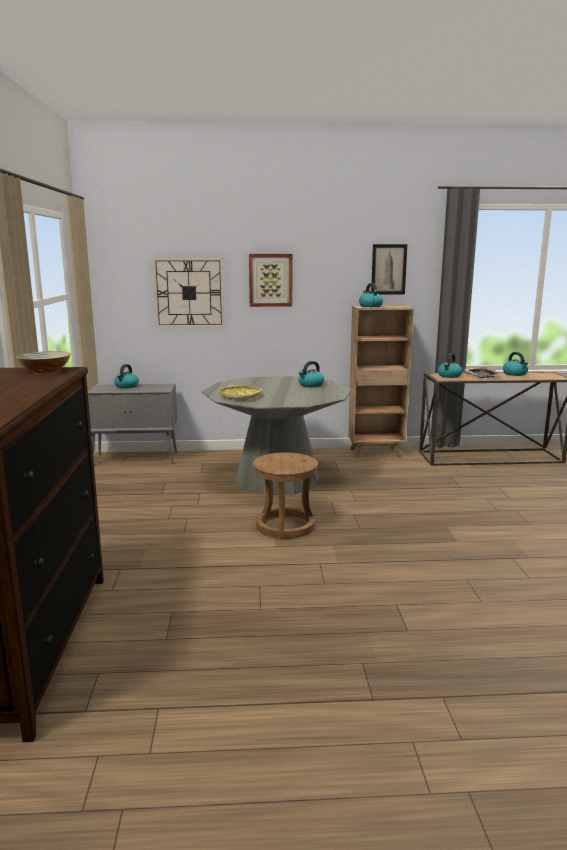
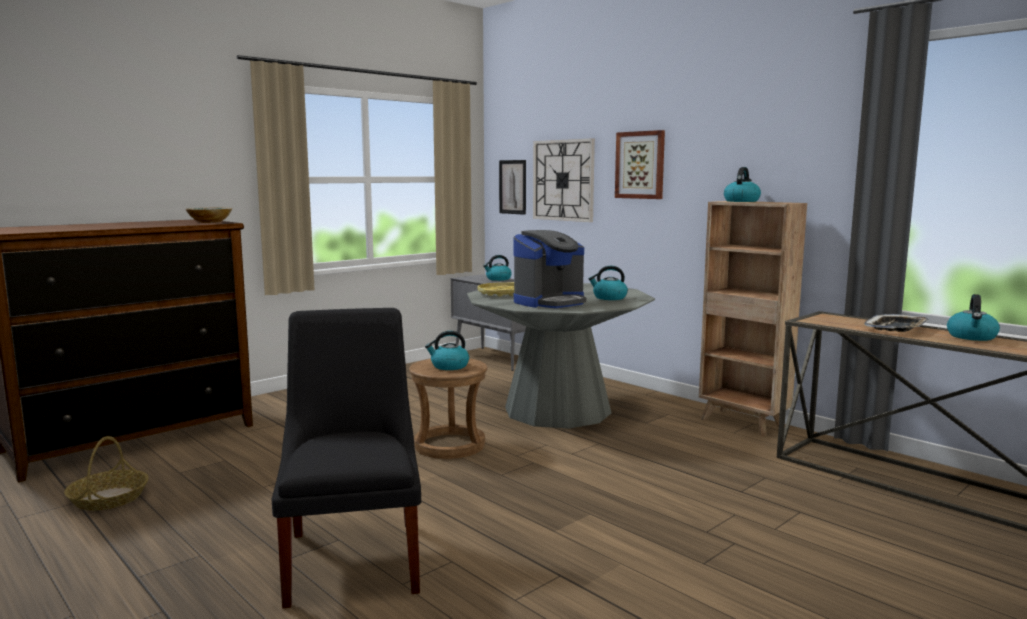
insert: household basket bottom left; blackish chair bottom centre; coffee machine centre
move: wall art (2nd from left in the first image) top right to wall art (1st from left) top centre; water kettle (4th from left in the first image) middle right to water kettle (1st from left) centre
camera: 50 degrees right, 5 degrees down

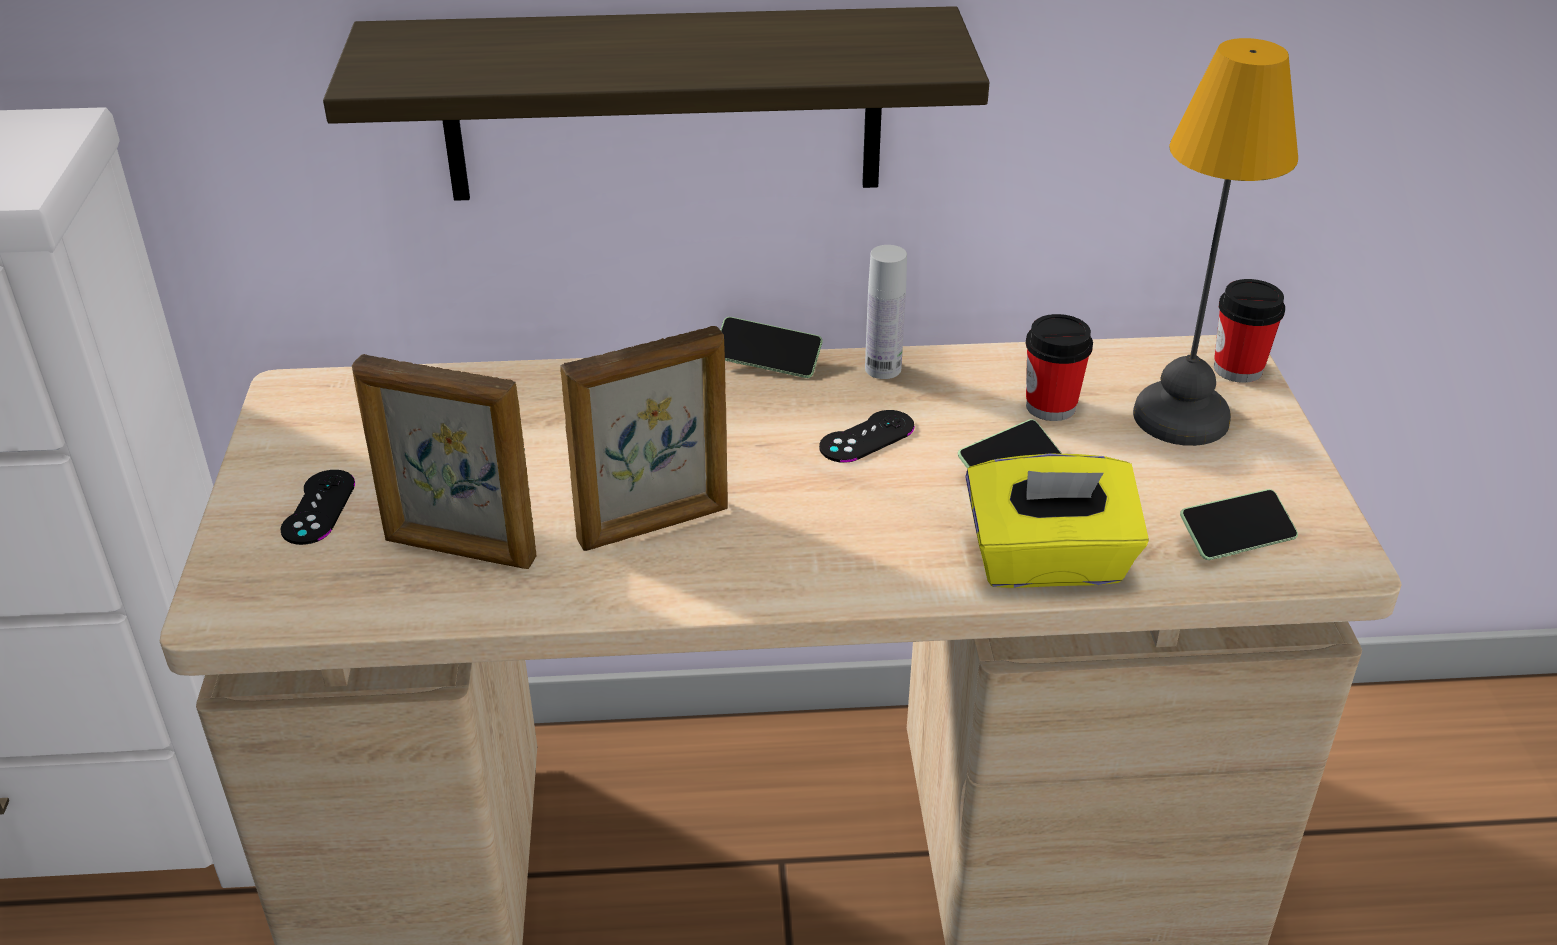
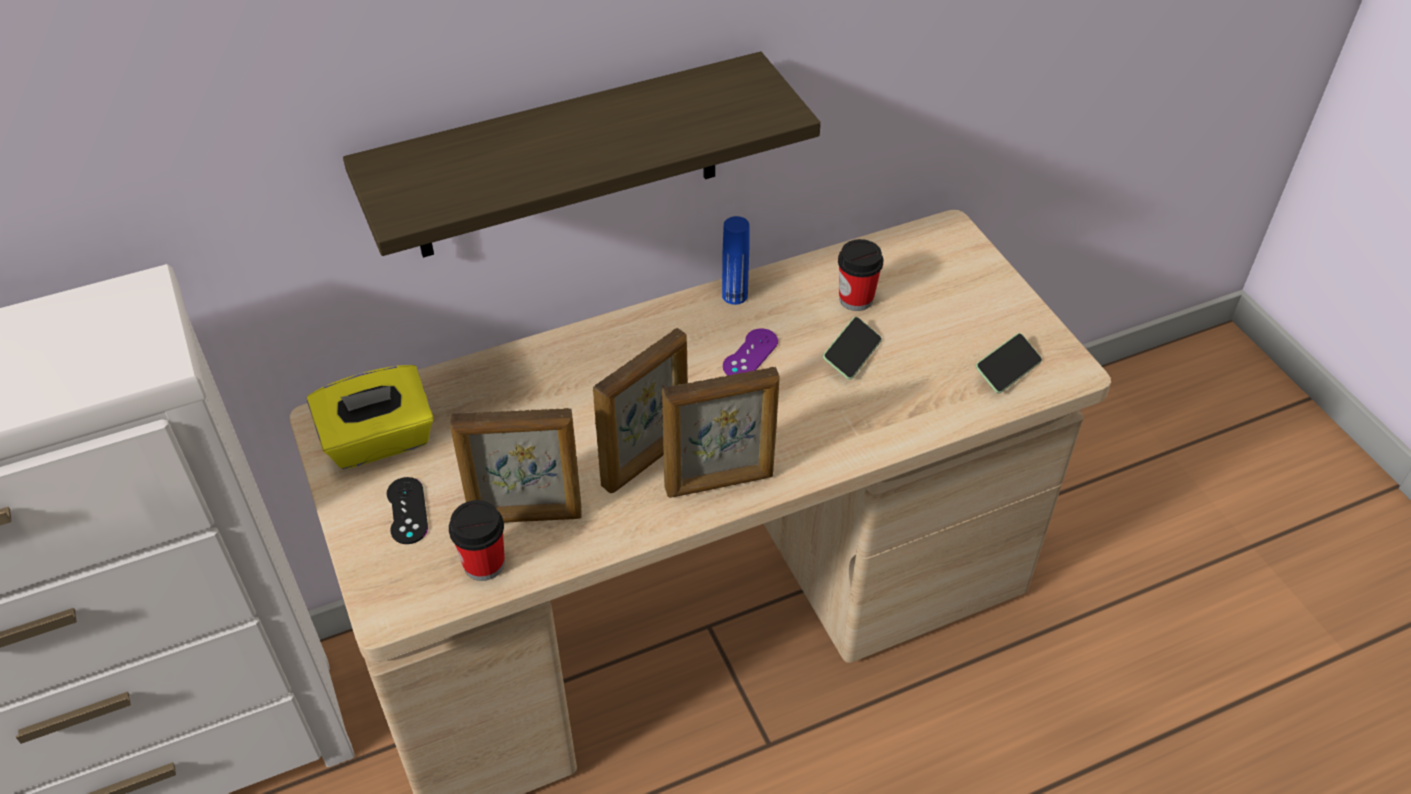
delete: handset (1st from left) centre; lamp for a table top right
insert: photo frame (3rd from left) centre
move: yellow tissue box middle right to middle left; small cup (2nd from left in the first image) middle right to small cup (1st from left) bottom centre
recolor: blackish joypad (2nd from left) centre to purple joypad centre; white-coloured drink bottle top centre to blue-coloured drink bottle top centre
camera: 20 degrees left, 10 degrees up

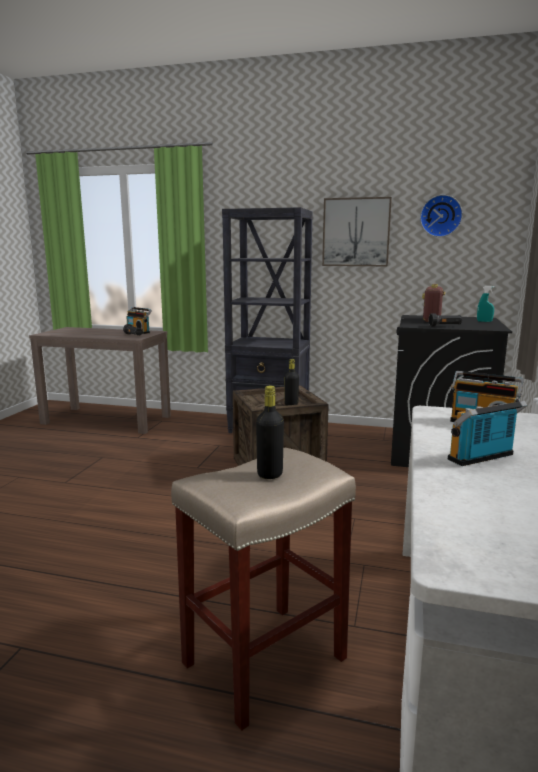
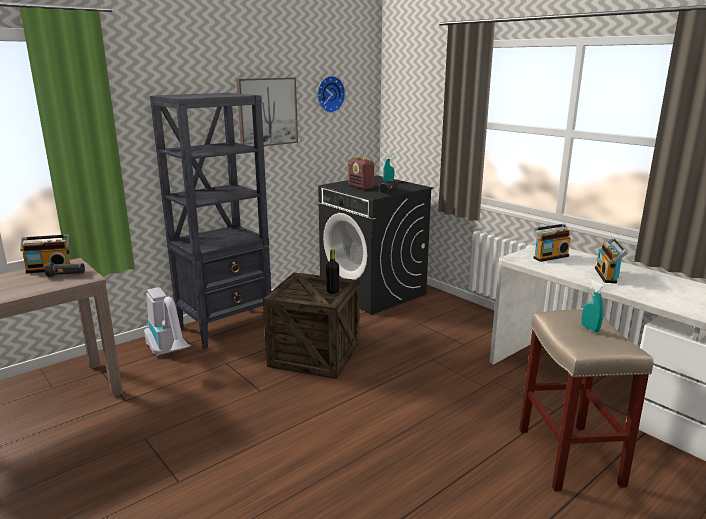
insert: vacuum cleaner middle left
replace: blackish drink bottle (1st from left) centre to turquoise spray bottle (2nd from left) middle right
camera: 55 degrees left, 5 degrees up

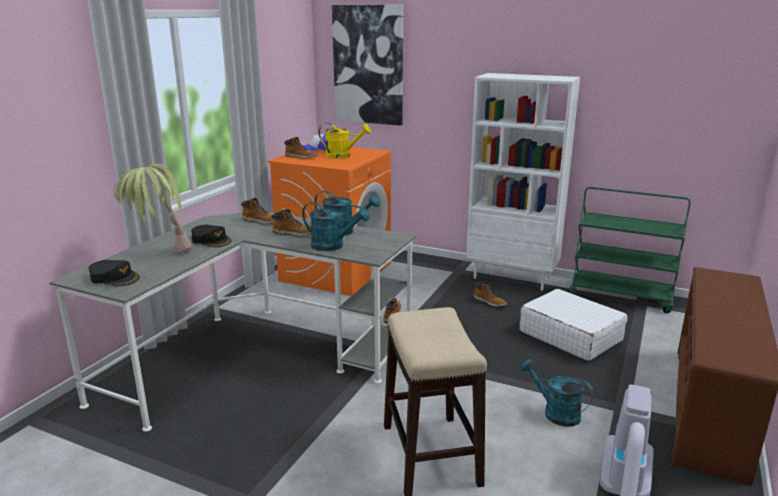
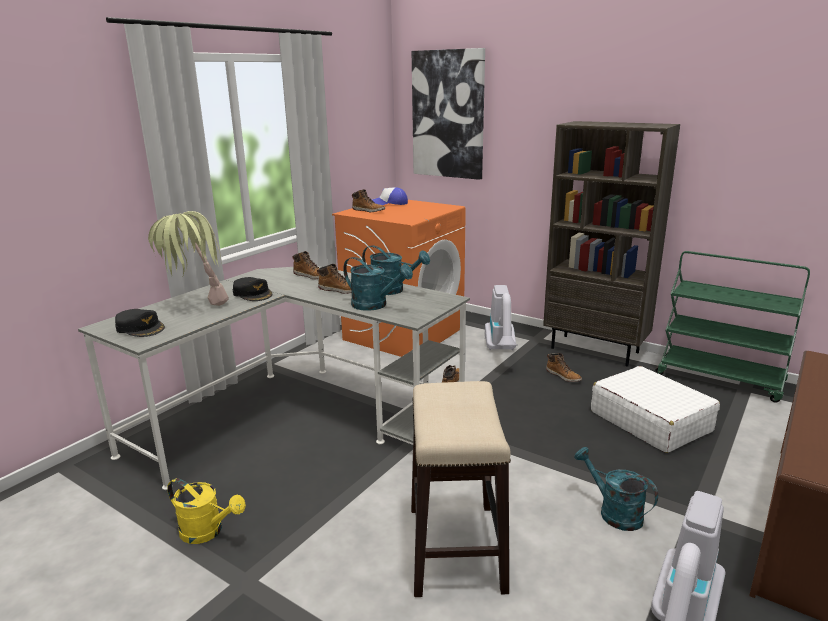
insert: vacuum cleaner (1st from left) centre
move: yellow watering can top centre to bottom left
recolor: white-coloured bookshelf middle right to brown-coloured bookshelf middle right
camera: 10 degrees right, 0 degrees up

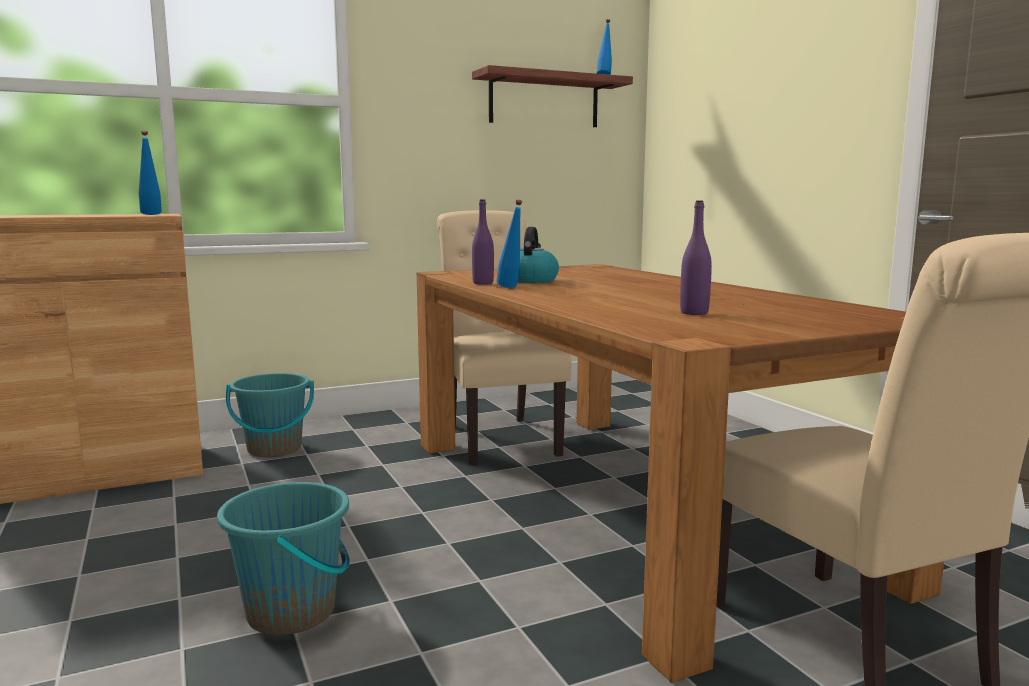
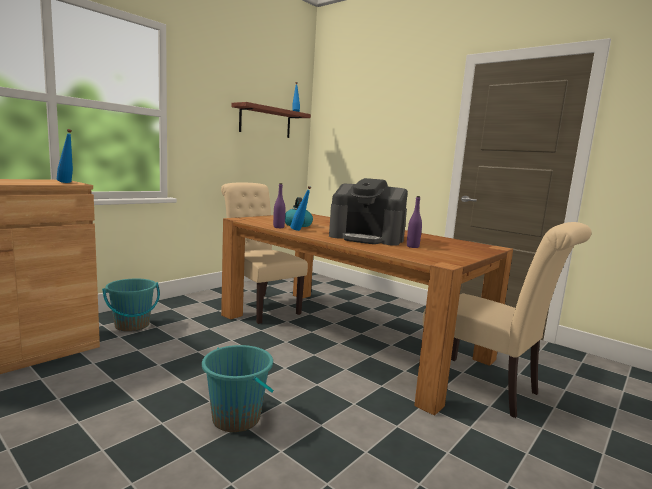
insert: coffee machine centre
camera: 25 degrees left, 0 degrees up

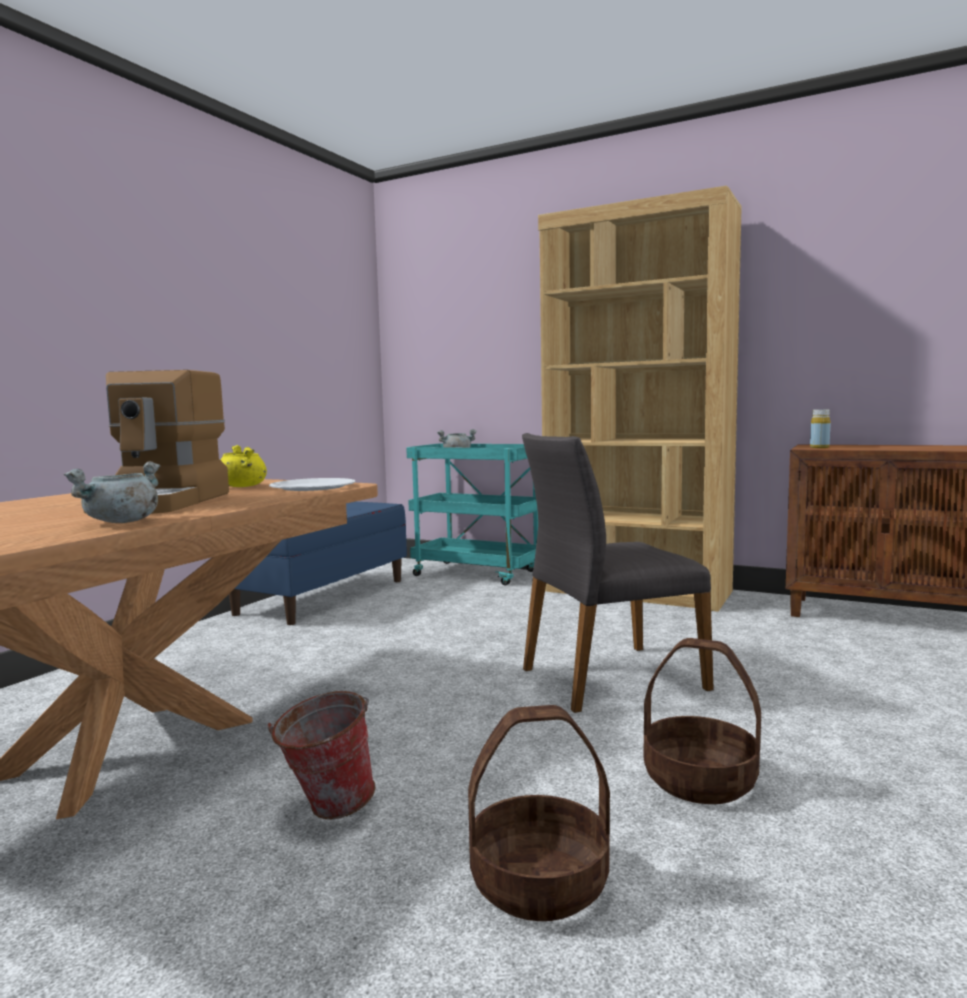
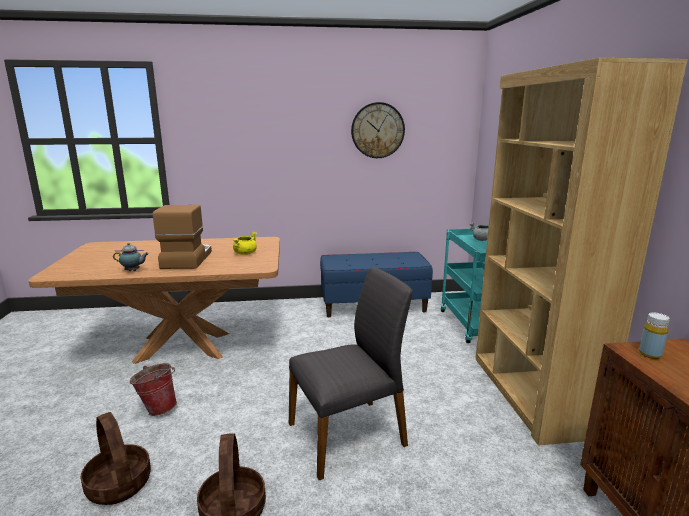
delete: white-coloured flat dish middle left
insert: wall clock top centre
replace: greyish cooking pot (1st from left) middle left to pot for tea middle left
rotate: coffee machine middle left = middle left 120 degrees clockwise; greyish chair centre = bottom centre 120 degrees clockwise
camera: 55 degrees right, 10 degrees up

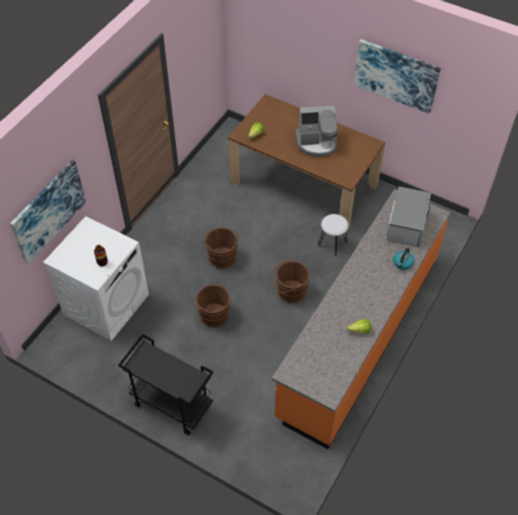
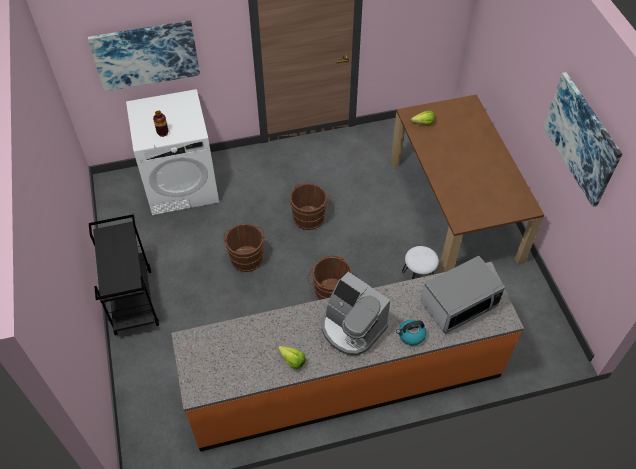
move: coffee machine top centre to bottom centre
camera: 45 degrees right, 0 degrees up

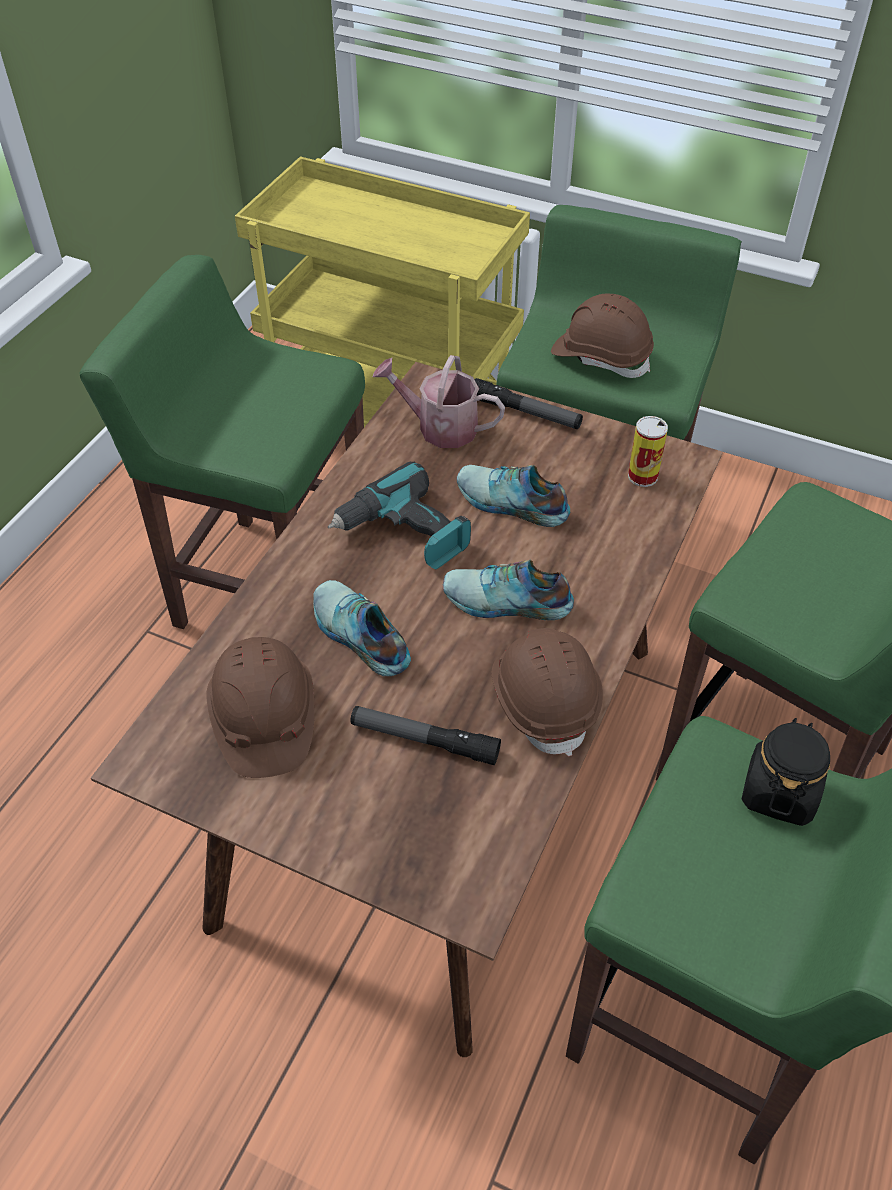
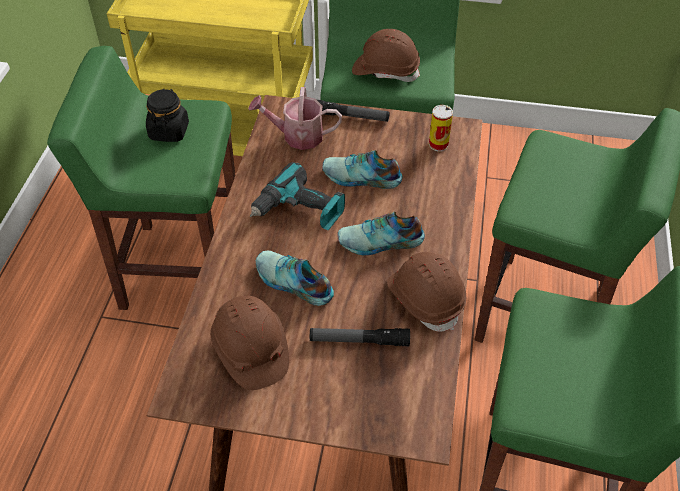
move: blackish jar middle right to top left
camera: 15 degrees left, 0 degrees up

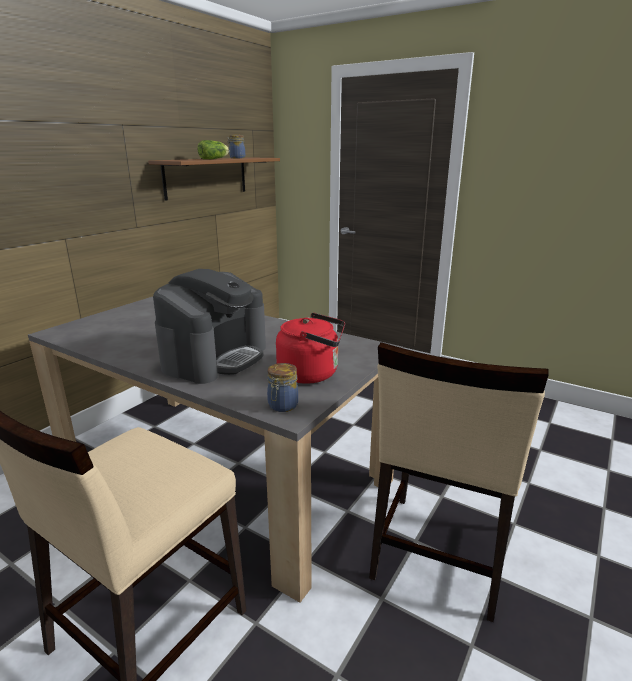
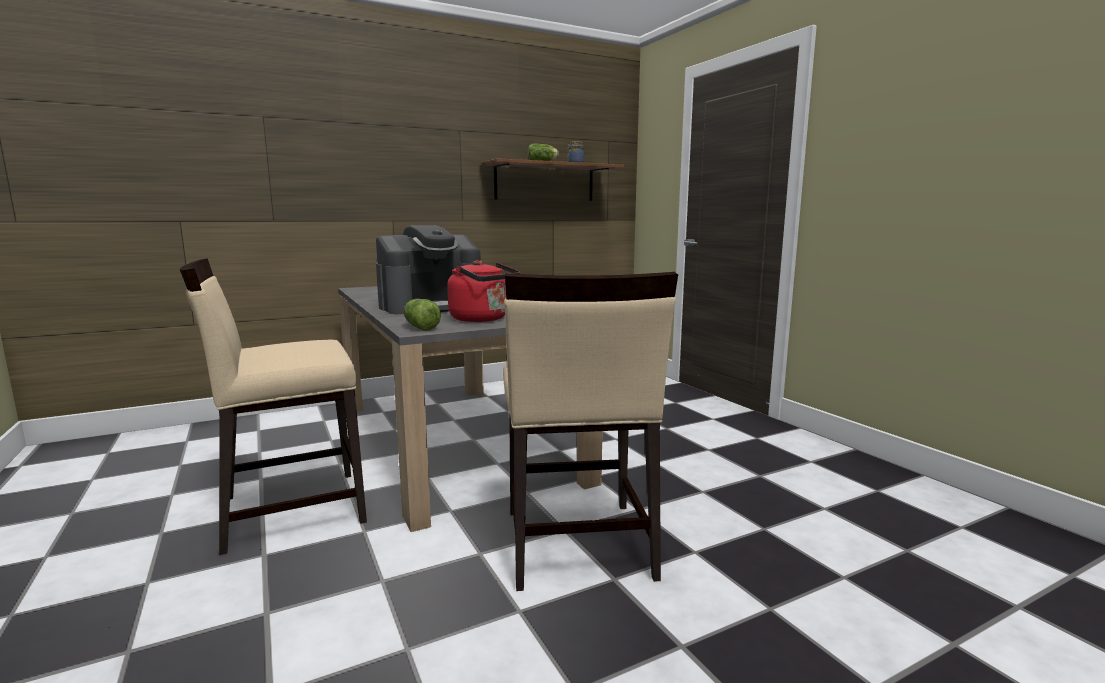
replace: jar (2nd from left) centre to head of lettuce (1st from left) centre
rotate: beige chair (2nd from left) bottom right = centre 60 degrees counterclockwise
camera: 30 degrees right, 10 degrees down

